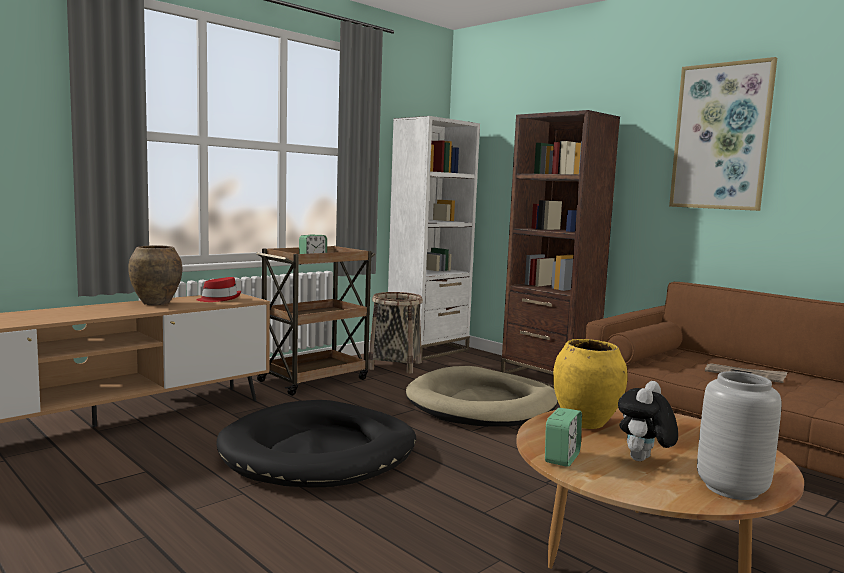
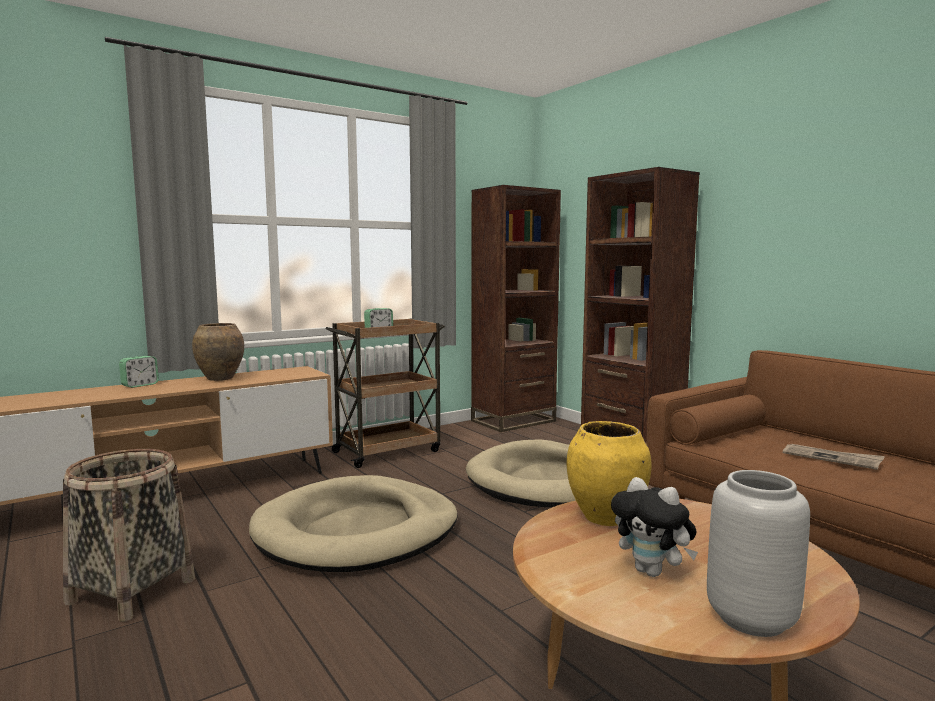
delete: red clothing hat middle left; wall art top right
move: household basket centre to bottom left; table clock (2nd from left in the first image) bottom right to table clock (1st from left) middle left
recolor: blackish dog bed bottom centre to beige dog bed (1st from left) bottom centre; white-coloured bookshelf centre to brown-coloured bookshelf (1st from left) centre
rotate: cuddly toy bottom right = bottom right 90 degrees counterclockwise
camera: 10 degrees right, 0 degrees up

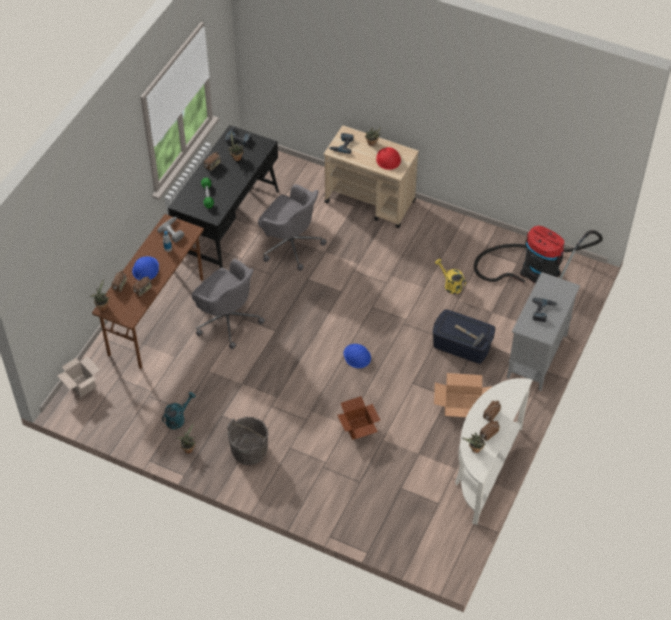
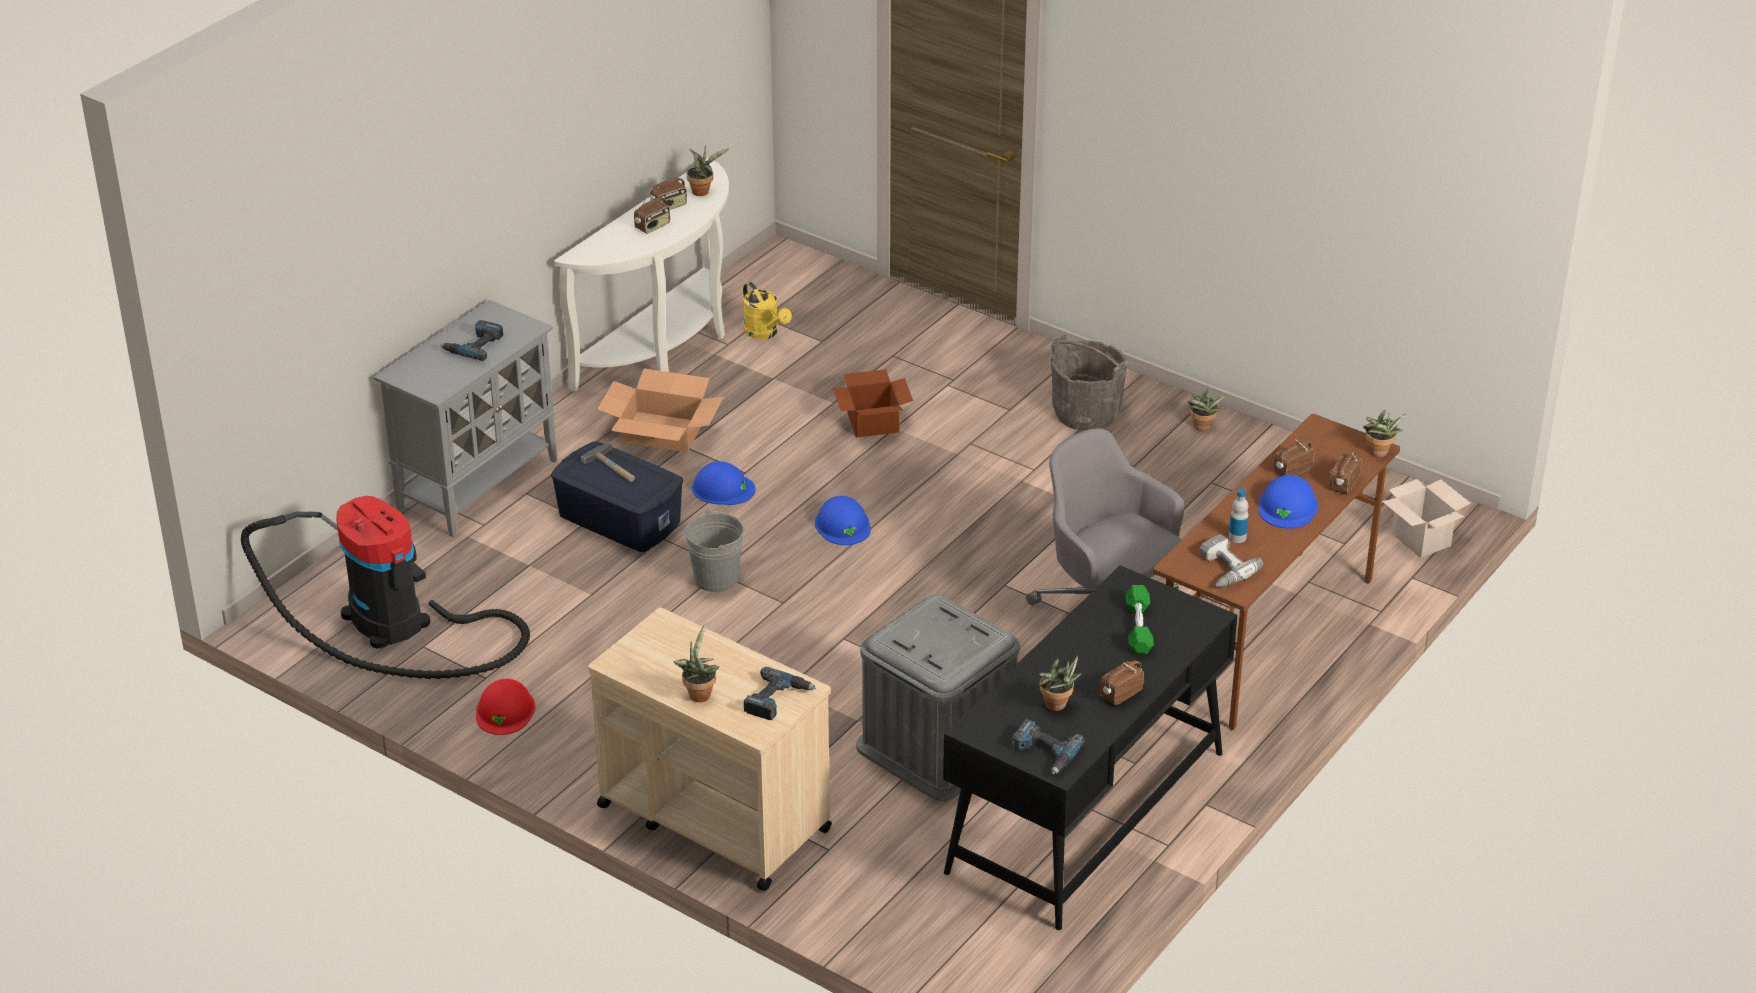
delete: turquoise watering can middle left
insert: greyish pail (1st from left) centre; blue-coloured work helmet (1st from left) centre
move: red work helmet top centre to bottom left; yellow watering can middle right to top centre
replace: greyish desk chair (2nd from left) centre to greyish storage box bottom centre
camera: 170 degrees left, 15 degrees down

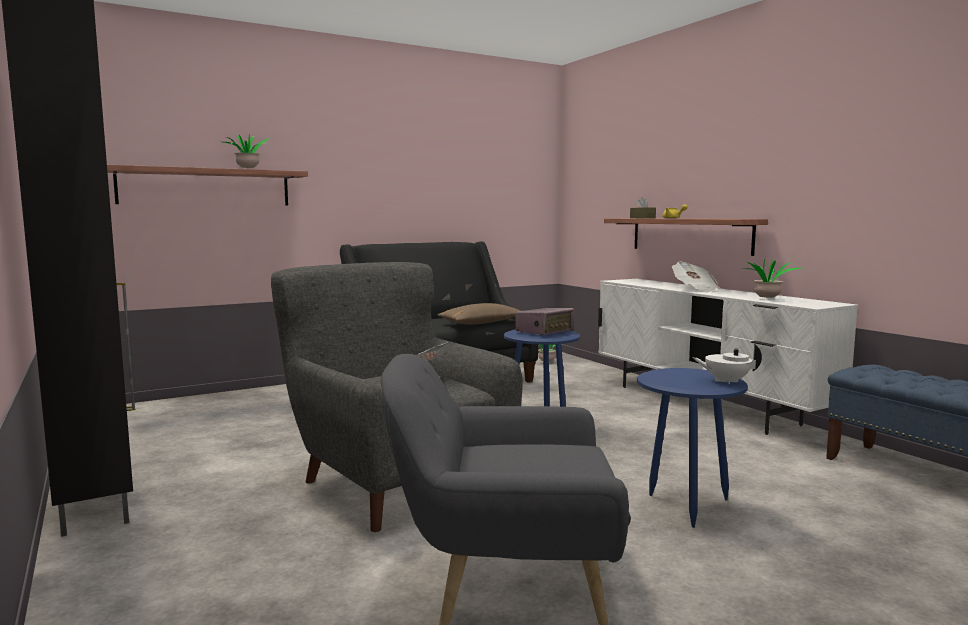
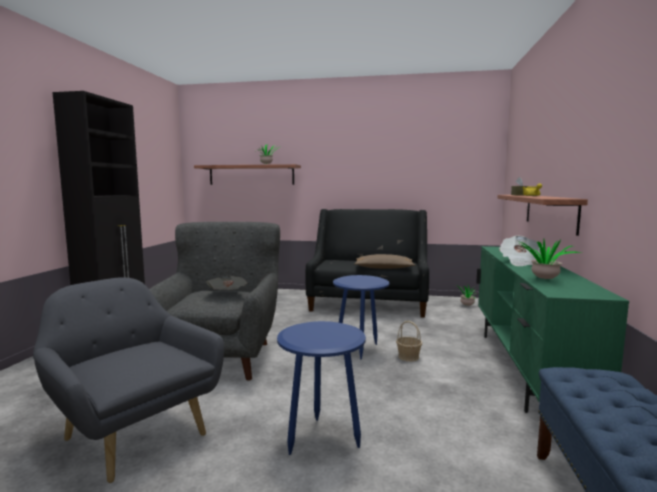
delete: radio set centre; white-coloured pot for tea middle right
insert: household basket bottom centre
recolor: white-coloured tv unit middle right to greenish tv unit bottom right
camera: 40 degrees right, 0 degrees up

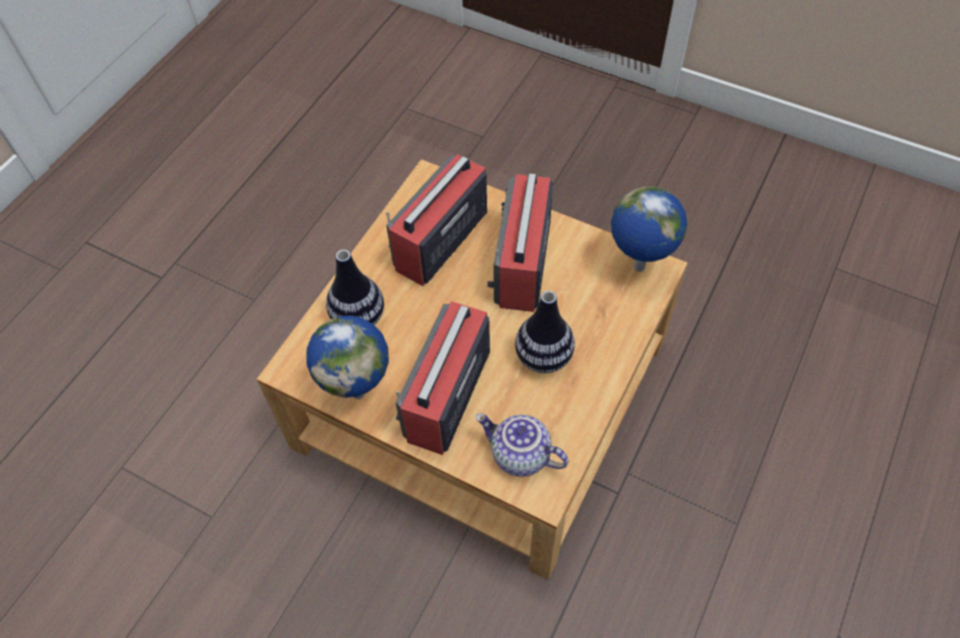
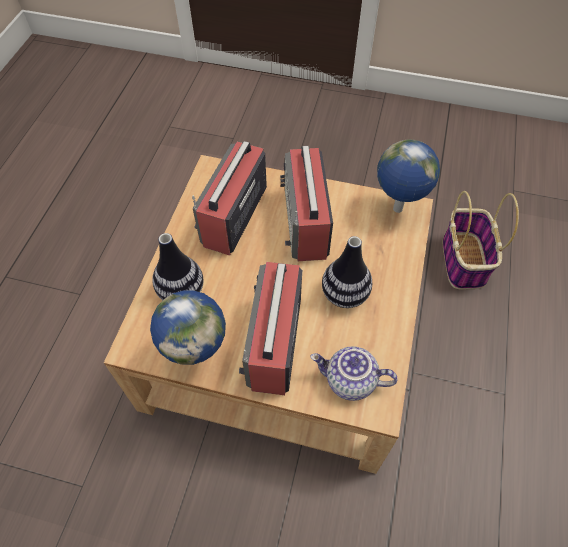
insert: household basket middle right
camera: 15 degrees left, 0 degrees up

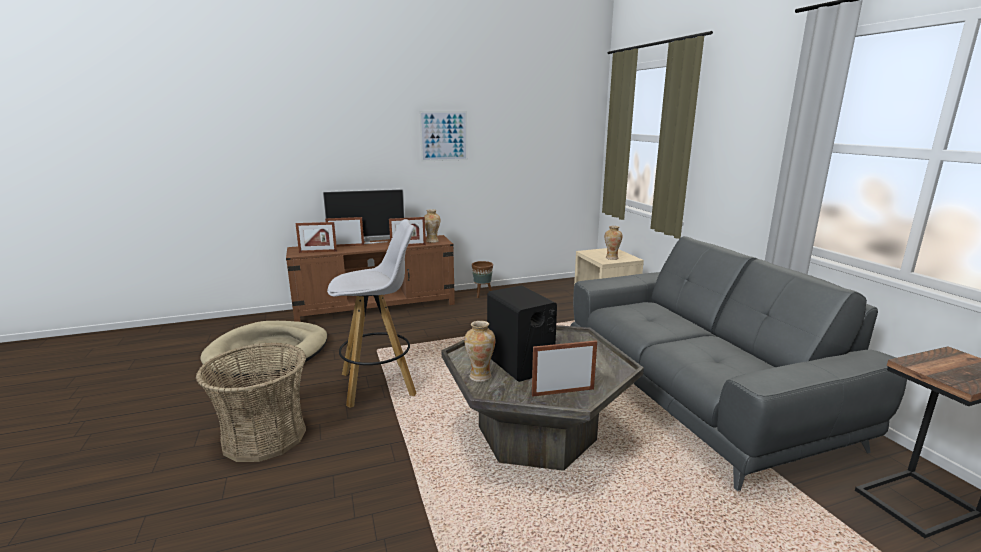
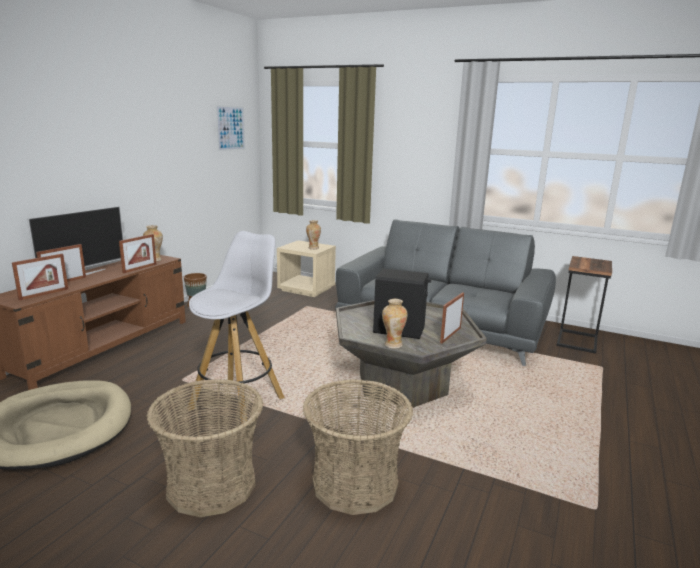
insert: household basket (2nd from left) bottom centre
move: wall art top centre to top left
camera: 45 degrees left, 0 degrees up

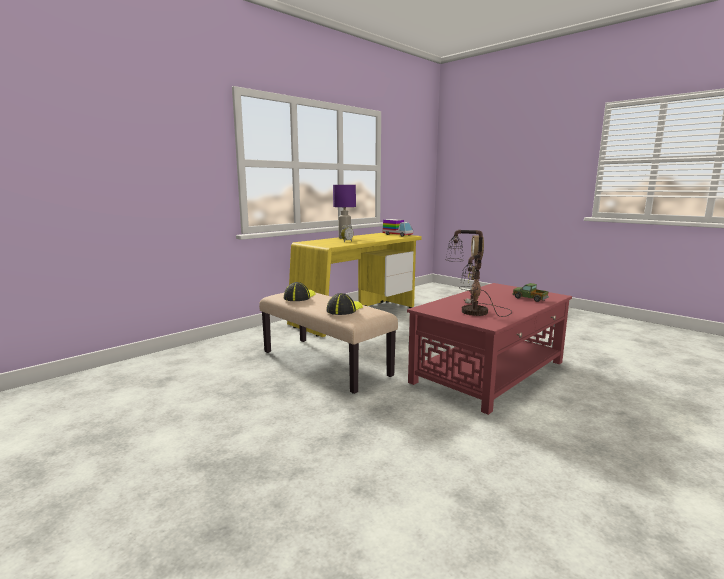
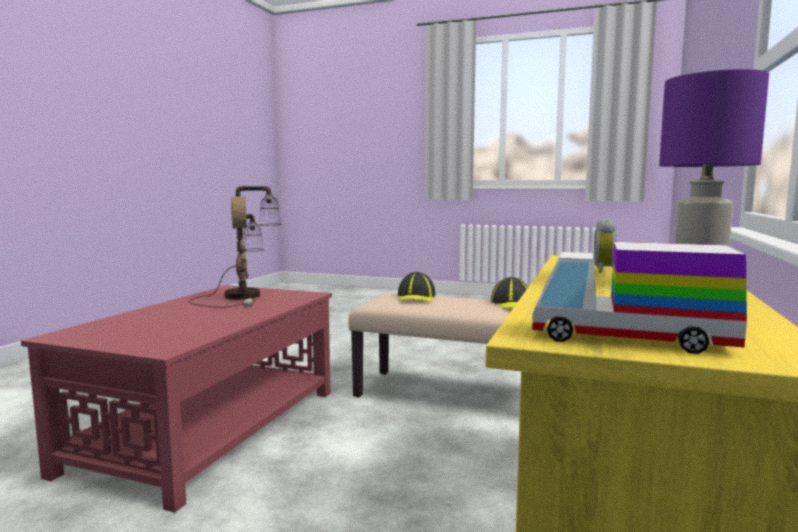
delete: toy truck (2nd from left) middle right
camera: 155 degrees right, 5 degrees down

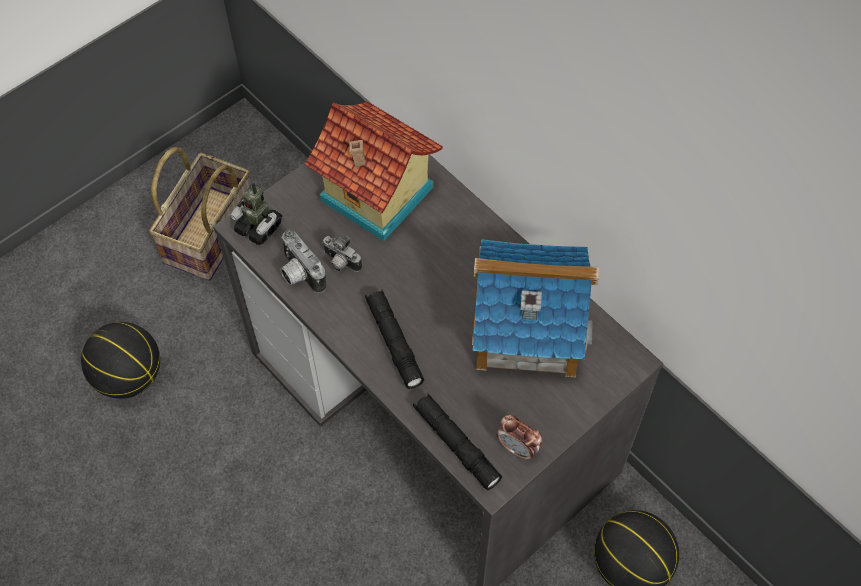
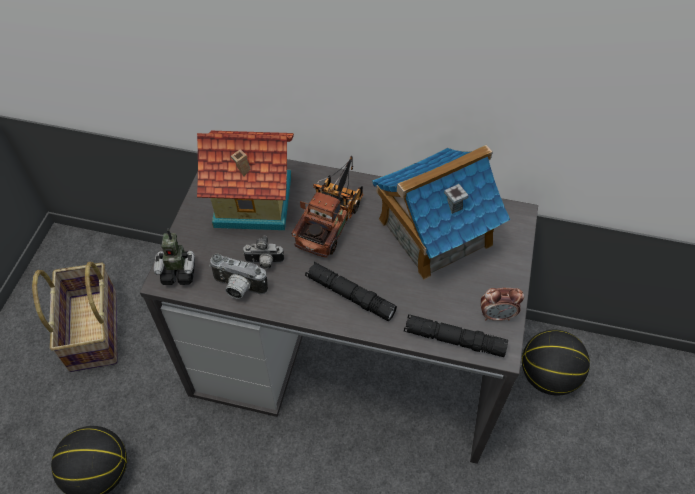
insert: toy truck centre
camera: 35 degrees left, 5 degrees down

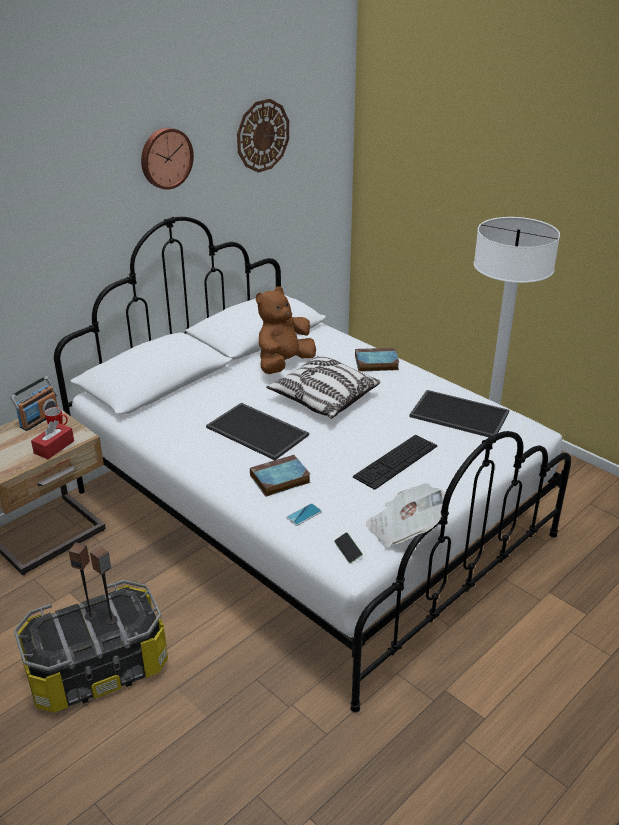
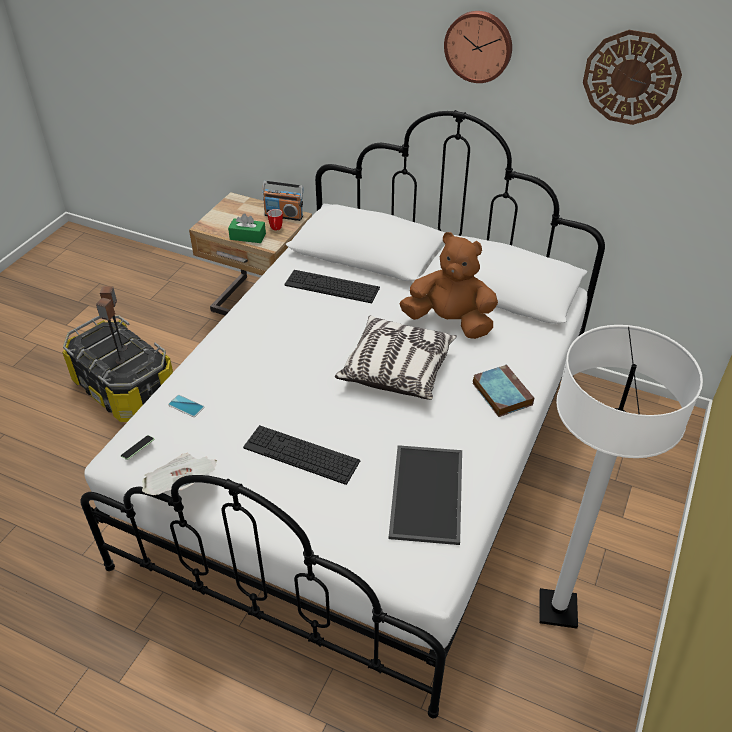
delete: tray (1st from left) centre; volume (1st from left) centre
insert: PC keyboard (2nd from left) centre
recolor: red tissue box middle left to greenish tissue box top centre
camera: 70 degrees right, 10 degrees up

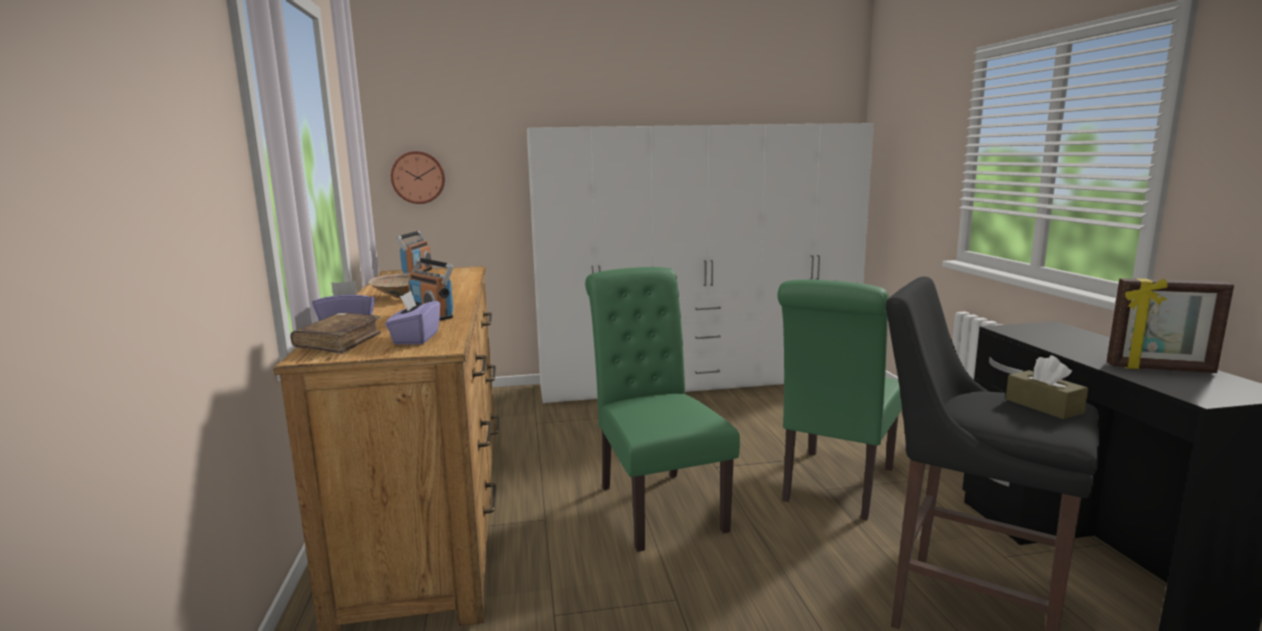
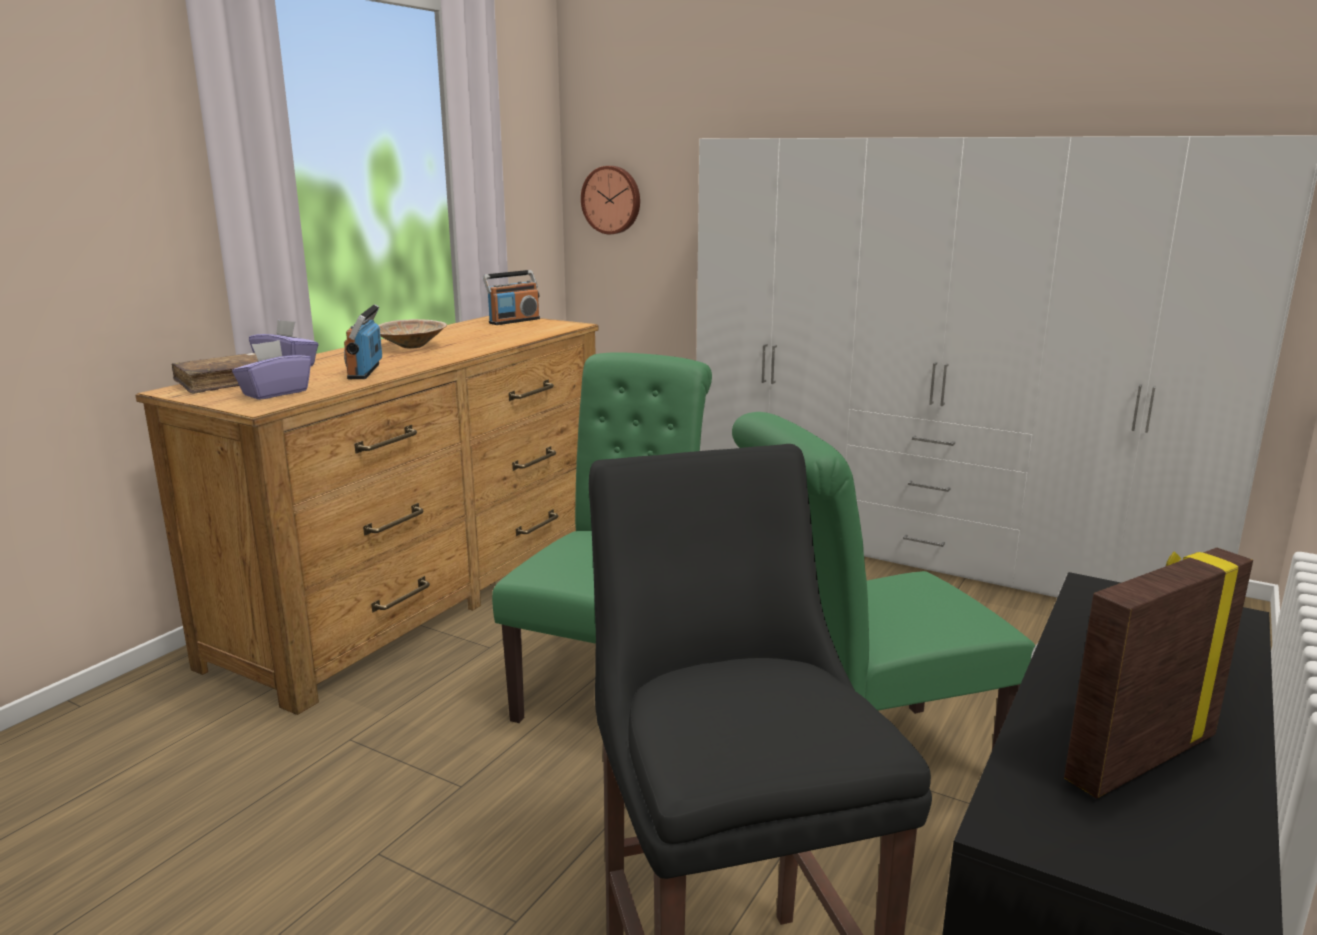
delete: brown-coloured tissue box middle right
rotate: photo frame middle right = bottom right 90 degrees clockwise
camera: 40 degrees right, 5 degrees up

